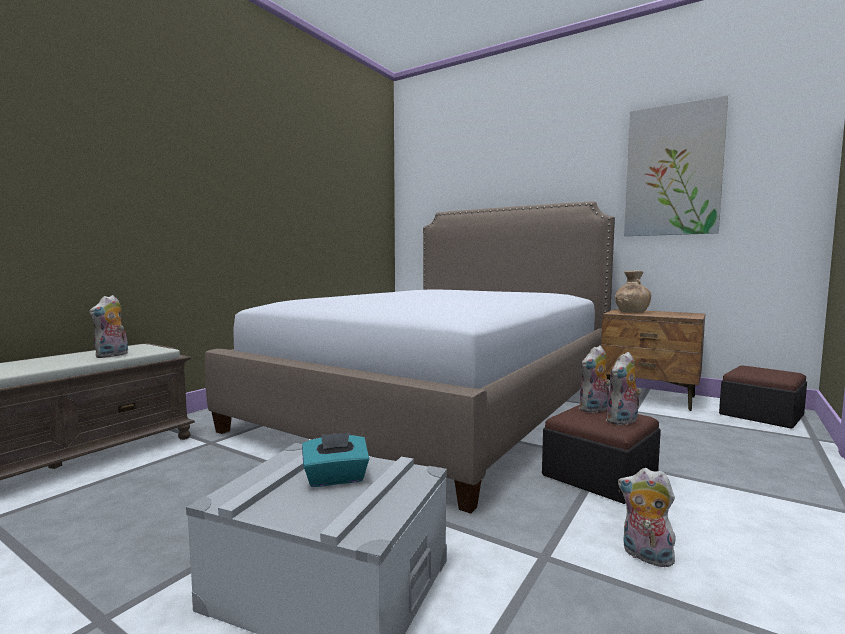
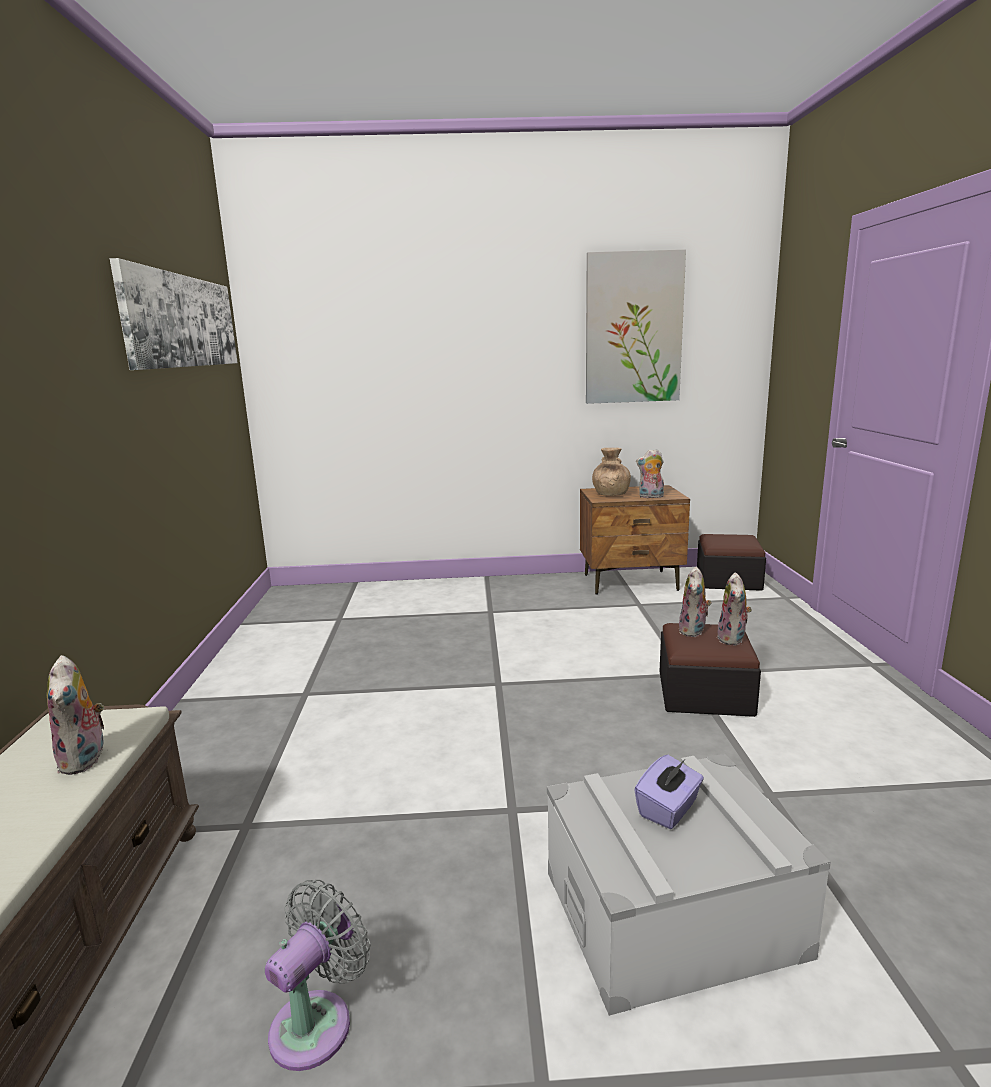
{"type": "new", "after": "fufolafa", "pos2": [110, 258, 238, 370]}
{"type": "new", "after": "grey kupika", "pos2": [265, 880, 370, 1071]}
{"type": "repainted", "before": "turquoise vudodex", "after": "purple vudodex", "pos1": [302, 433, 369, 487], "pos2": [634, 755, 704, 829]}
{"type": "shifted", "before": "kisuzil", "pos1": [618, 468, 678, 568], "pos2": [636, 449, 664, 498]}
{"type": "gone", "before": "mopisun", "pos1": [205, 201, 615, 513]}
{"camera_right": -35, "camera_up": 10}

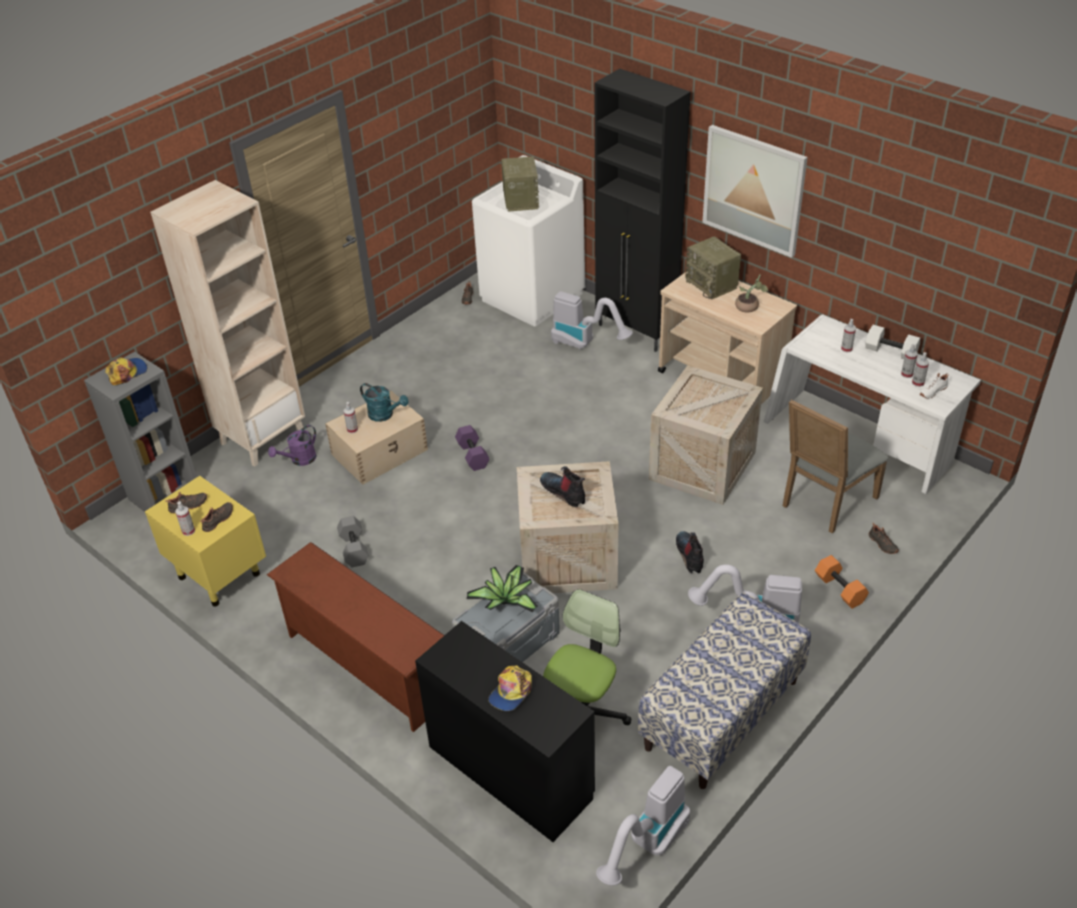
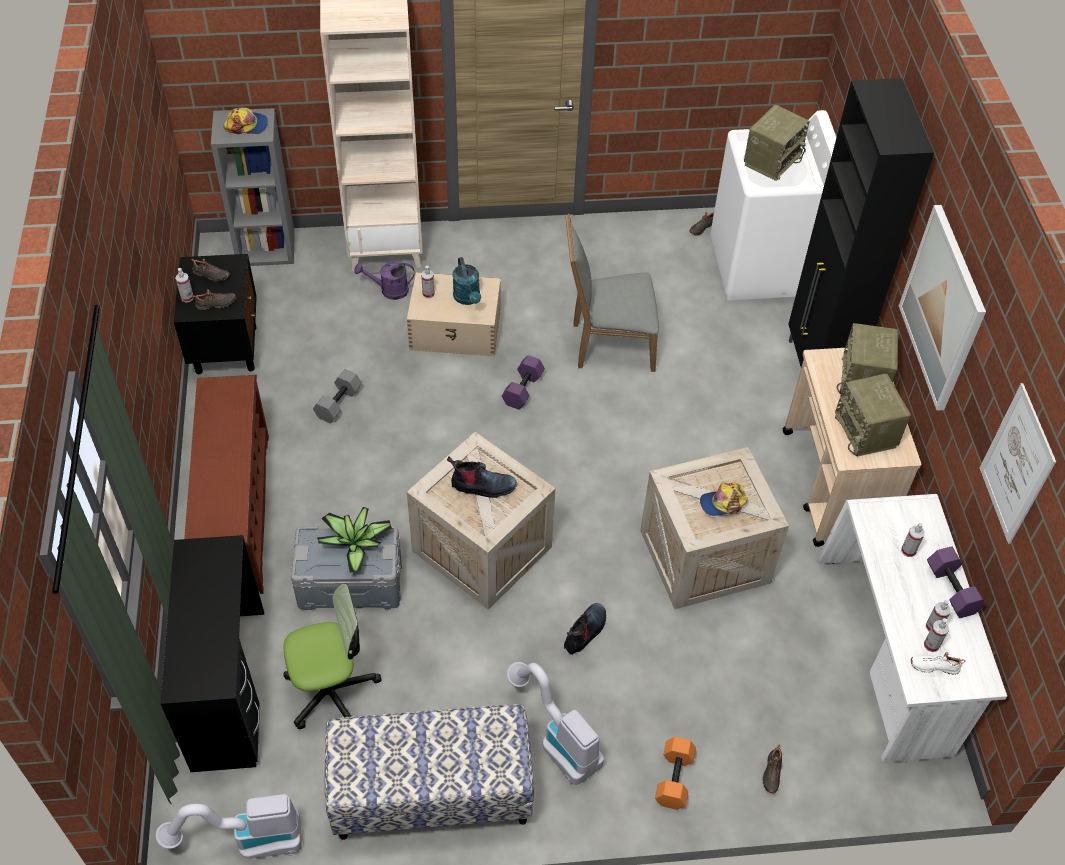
{"type": "repainted", "before": "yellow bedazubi", "after": "black bedazubi", "pos1": [145, 476, 266, 607], "pos2": [174, 254, 257, 374]}
{"type": "rotated", "before": "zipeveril", "pos1": [540, 466, 585, 507], "pos2": [447, 456, 517, 498], "turn": 90}
{"type": "shifted", "before": "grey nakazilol", "pos1": [783, 400, 888, 534], "pos2": [565, 214, 659, 372]}
{"type": "shifted", "before": "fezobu", "pos1": [488, 665, 532, 711], "pos2": [700, 483, 748, 516]}
{"type": "swapped", "before": "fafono", "after": "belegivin", "pos1": [735, 274, 769, 313], "pos2": [835, 374, 911, 457]}
{"type": "repainted", "before": "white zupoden", "after": "purple zupoden", "pos1": [865, 325, 920, 359], "pos2": [927, 546, 985, 618]}
{"type": "new", "after": "fufolafa", "pos2": [980, 383, 1056, 544]}
{"type": "gone", "before": "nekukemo", "pos1": [551, 291, 633, 350]}
{"camera_right": 40, "camera_up": 10}

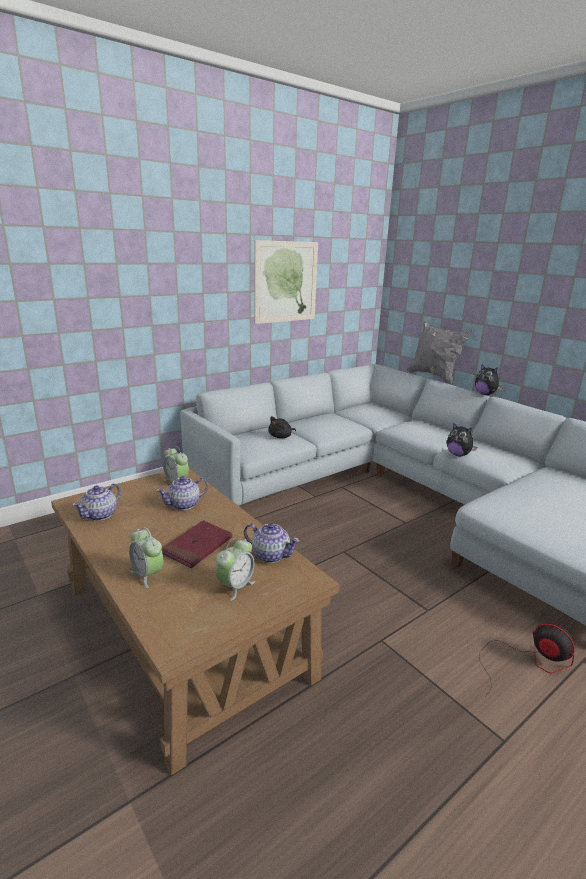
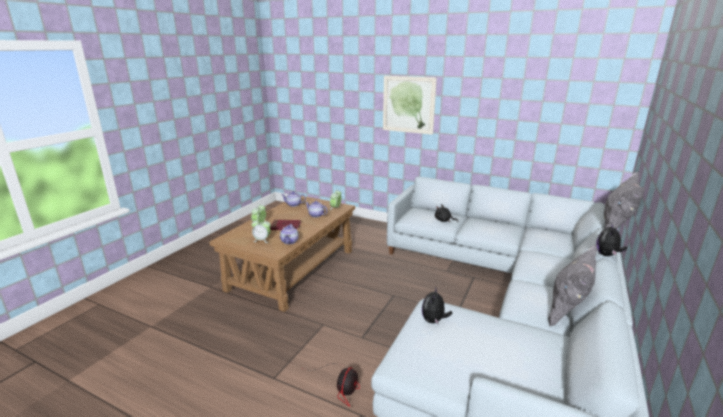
{"type": "shifted", "before": "fufolafa", "pos1": [254, 240, 318, 324], "pos2": [383, 76, 437, 135]}
{"type": "shifted", "before": "kisuzil", "pos1": [447, 423, 477, 456], "pos2": [422, 286, 453, 325]}
{"type": "new", "after": "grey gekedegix", "pos2": [548, 244, 597, 327]}
{"camera_right": 65, "camera_up": 0}

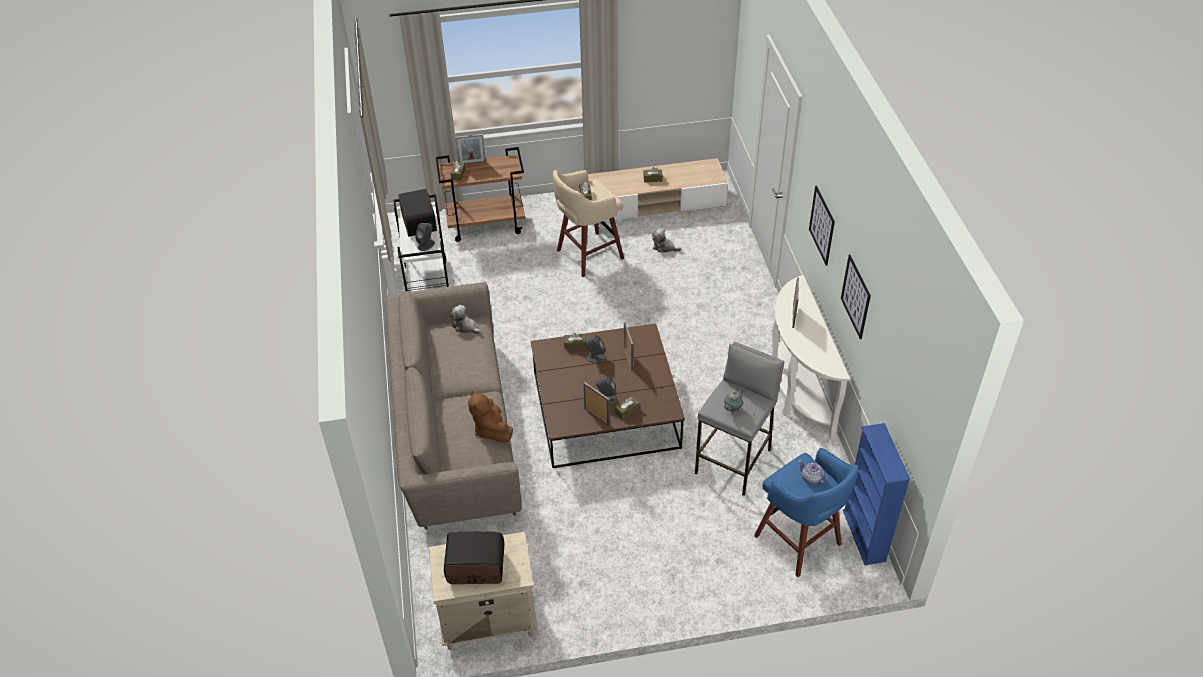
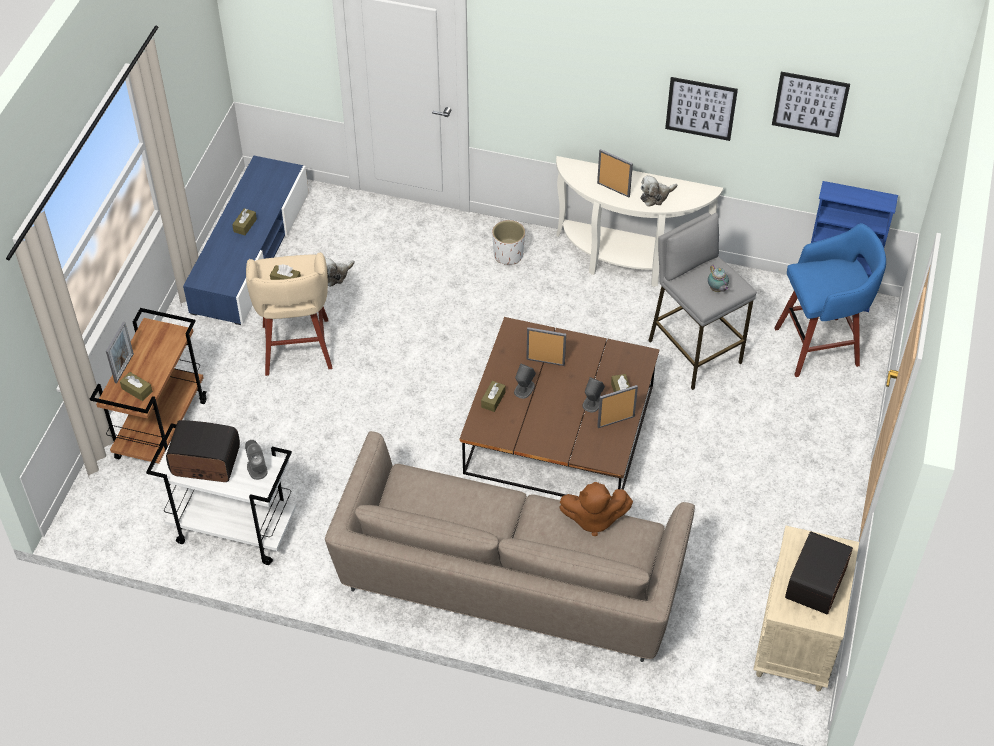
{"type": "repainted", "before": "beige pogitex", "after": "blue pogitex", "pos1": [588, 158, 728, 221], "pos2": [183, 156, 309, 325]}
{"type": "new", "after": "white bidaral", "pos2": [492, 220, 525, 265]}
{"type": "shifted", "before": "kisuzil", "pos1": [450, 305, 481, 334], "pos2": [640, 175, 677, 207]}
{"type": "shifted", "before": "fufolafa", "pos1": [809, 186, 835, 266], "pos2": [772, 72, 850, 137]}
{"type": "gone", "before": "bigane", "pos1": [798, 460, 829, 484]}
{"camera_right": -65, "camera_up": 5}

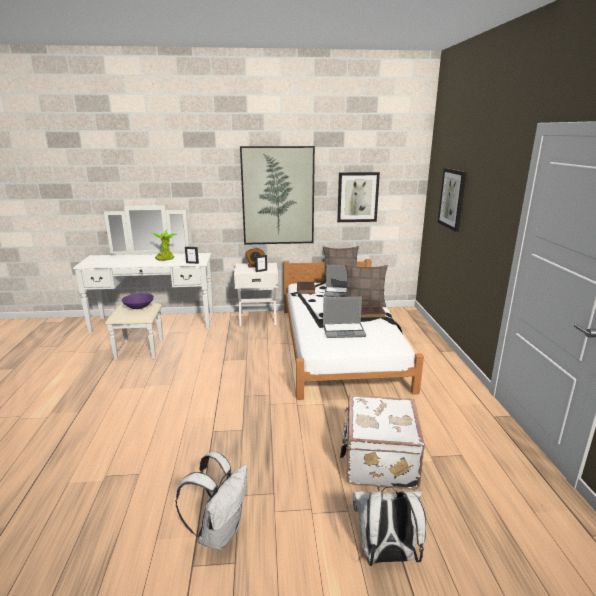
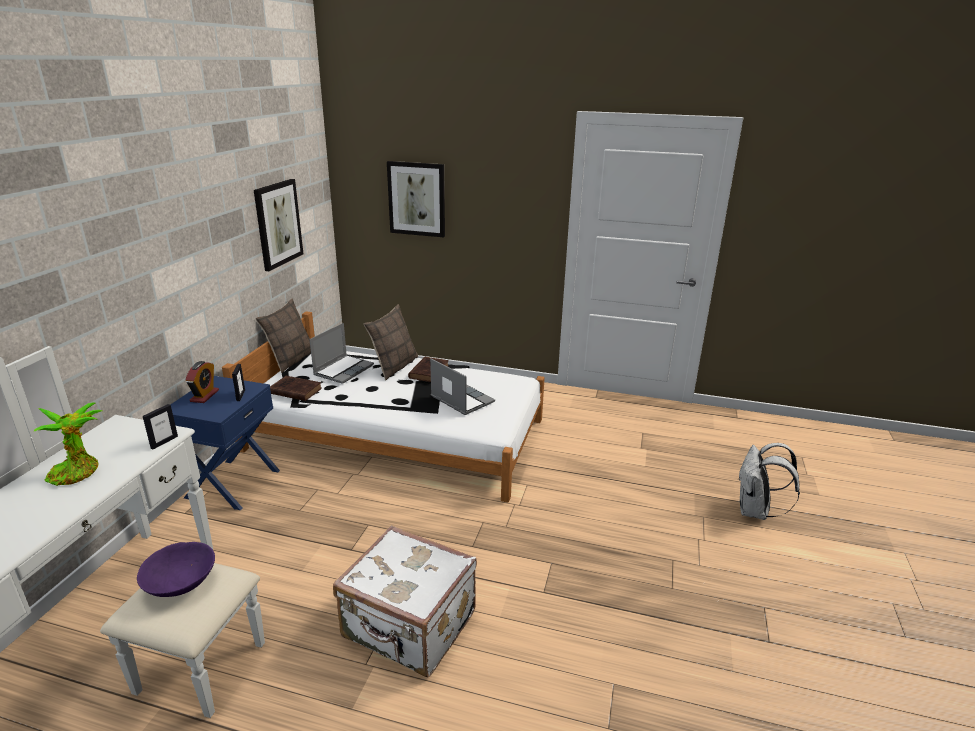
{"type": "repainted", "before": "white bedazubi", "after": "blue bedazubi", "pos1": [234, 263, 278, 326], "pos2": [171, 376, 280, 510]}
{"type": "shifted", "before": "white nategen", "pos1": [340, 395, 425, 490], "pos2": [333, 525, 477, 677]}
{"type": "rotated", "before": "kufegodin", "pos1": [323, 297, 366, 338], "pos2": [430, 358, 495, 415], "turn": -60}
{"type": "gone", "before": "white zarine", "pos1": [175, 451, 247, 551]}
{"type": "gone", "before": "fufolafa", "pos1": [240, 146, 315, 245]}
{"camera_right": -70, "camera_up": 5}

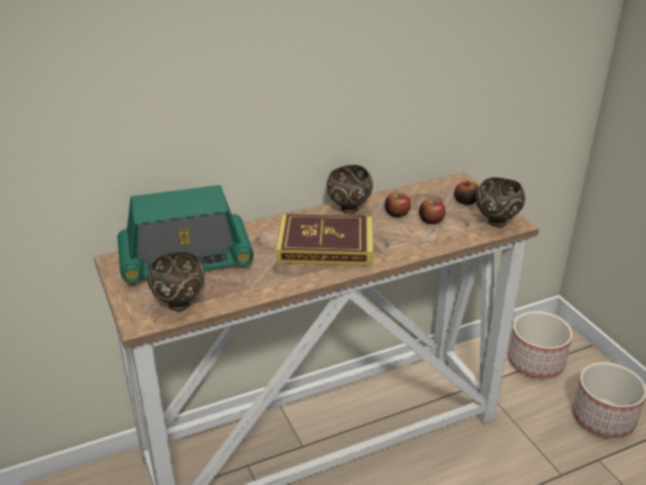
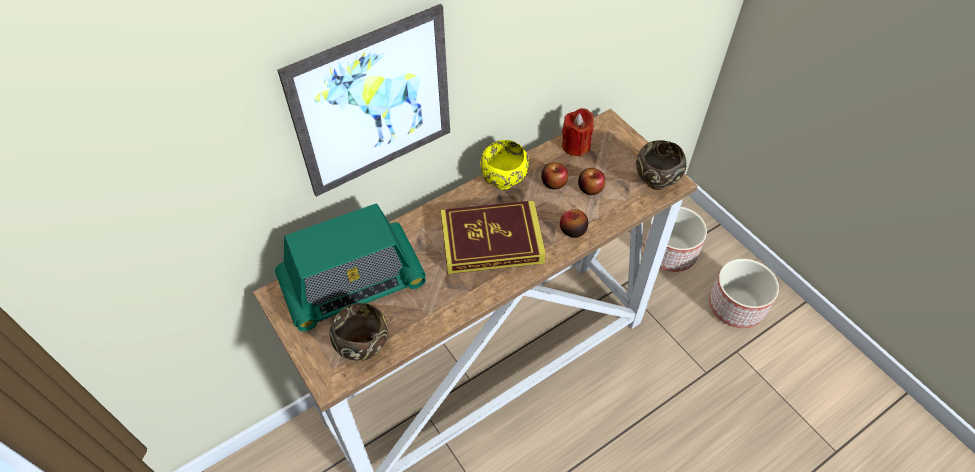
{"type": "new", "after": "fufolafa", "pos2": [277, 4, 450, 197]}
{"type": "repainted", "before": "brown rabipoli", "after": "yellow rabipoli", "pos1": [326, 165, 373, 214], "pos2": [480, 140, 529, 190]}
{"type": "shifted", "before": "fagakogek", "pos1": [454, 181, 479, 205], "pos2": [560, 209, 588, 238]}
{"type": "new", "after": "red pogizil", "pos2": [562, 108, 594, 157]}
{"camera_right": -10, "camera_up": 20}

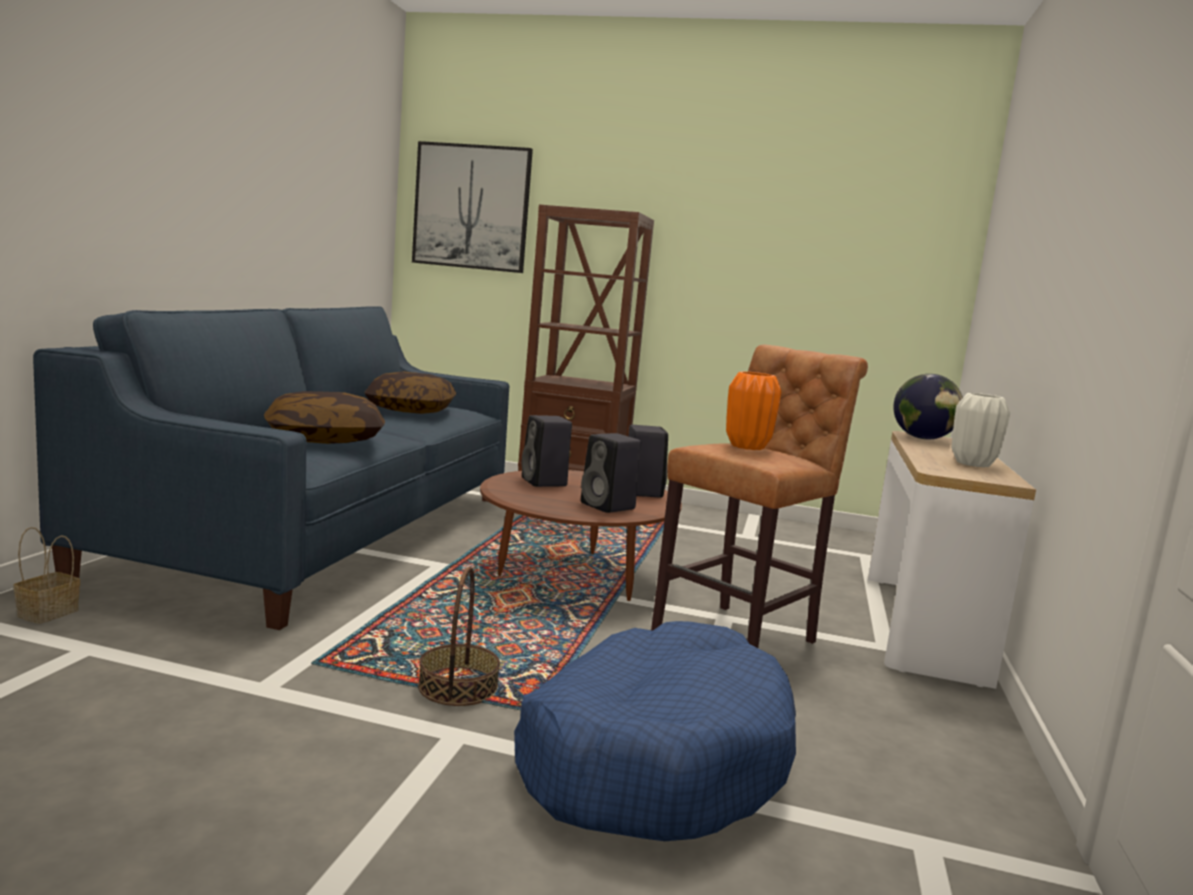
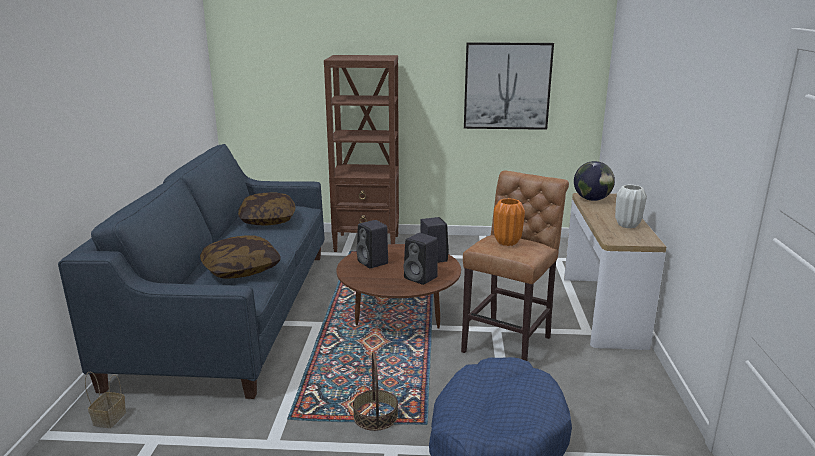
{"type": "shifted", "before": "fufolafa", "pos1": [412, 141, 533, 273], "pos2": [464, 42, 554, 130]}
{"camera_right": -10, "camera_up": 10}

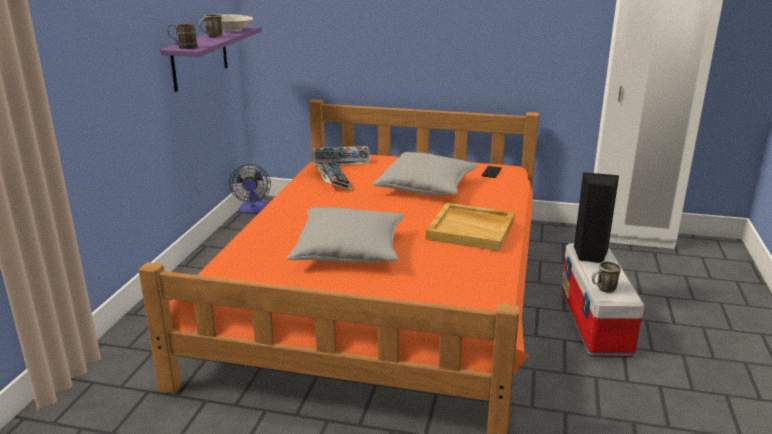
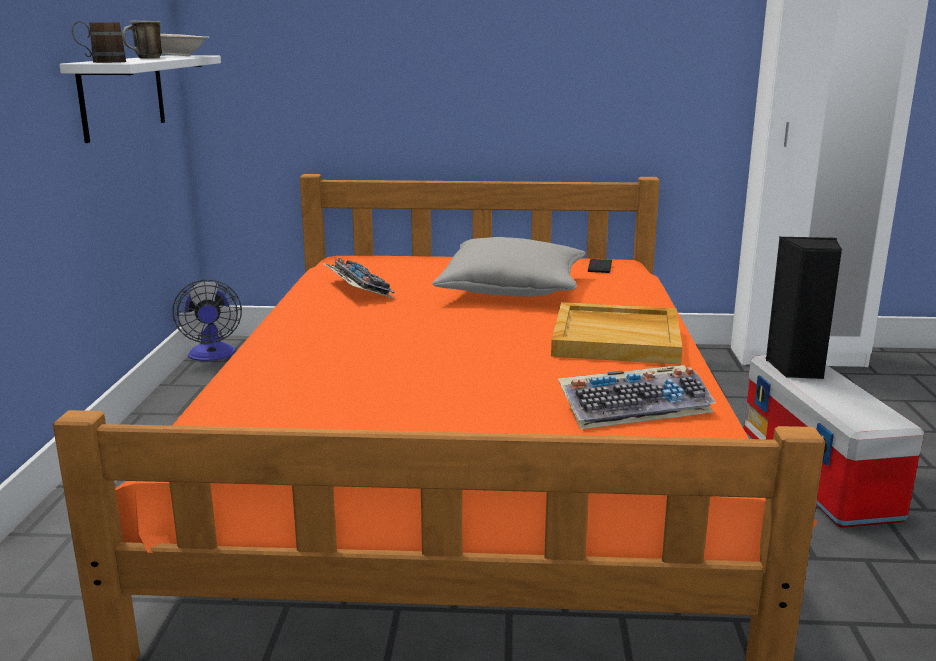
{"type": "repainted", "before": "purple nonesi", "after": "white nonesi", "pos1": [160, 27, 262, 92], "pos2": [59, 56, 221, 143]}
{"type": "shifted", "before": "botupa", "pos1": [313, 146, 370, 166], "pos2": [558, 365, 716, 429]}
{"type": "gone", "before": "grey gekedegix", "pos1": [287, 207, 405, 263]}
{"type": "gone", "before": "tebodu", "pos1": [592, 261, 621, 293]}
{"camera_right": -10, "camera_up": -5}

